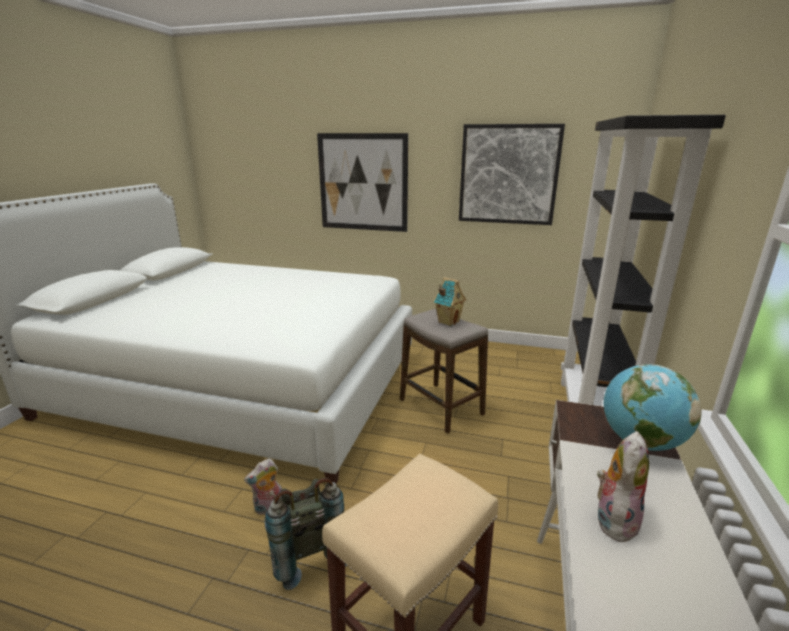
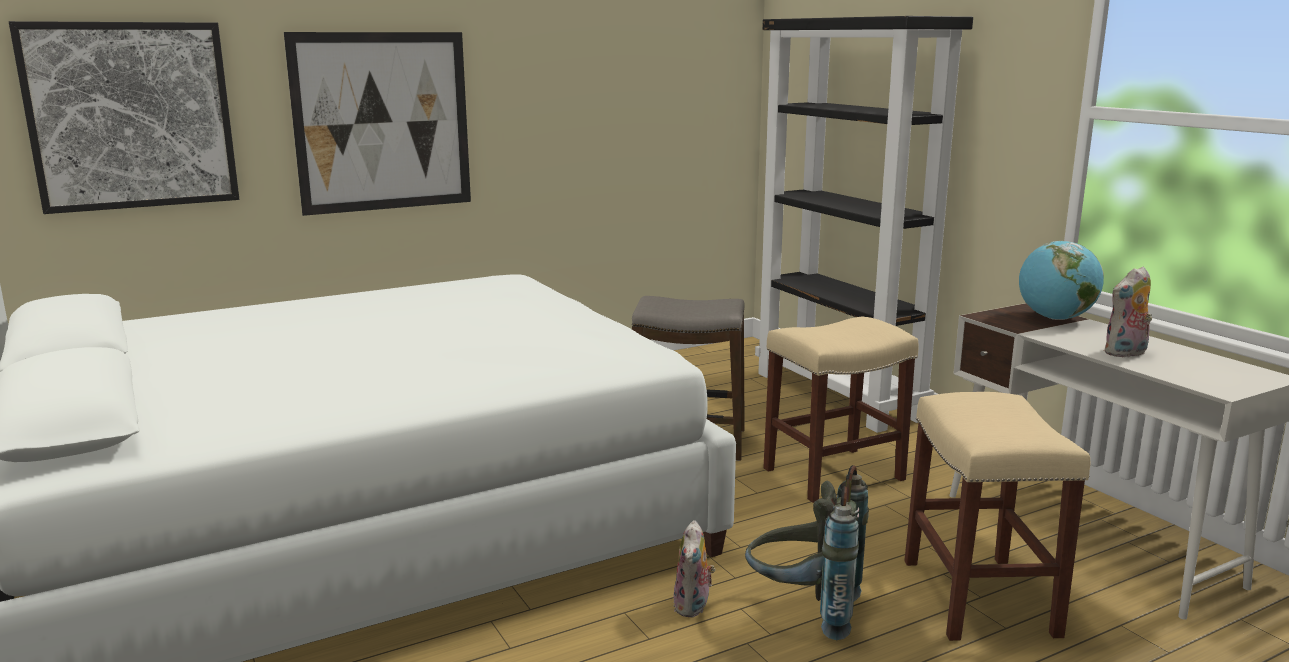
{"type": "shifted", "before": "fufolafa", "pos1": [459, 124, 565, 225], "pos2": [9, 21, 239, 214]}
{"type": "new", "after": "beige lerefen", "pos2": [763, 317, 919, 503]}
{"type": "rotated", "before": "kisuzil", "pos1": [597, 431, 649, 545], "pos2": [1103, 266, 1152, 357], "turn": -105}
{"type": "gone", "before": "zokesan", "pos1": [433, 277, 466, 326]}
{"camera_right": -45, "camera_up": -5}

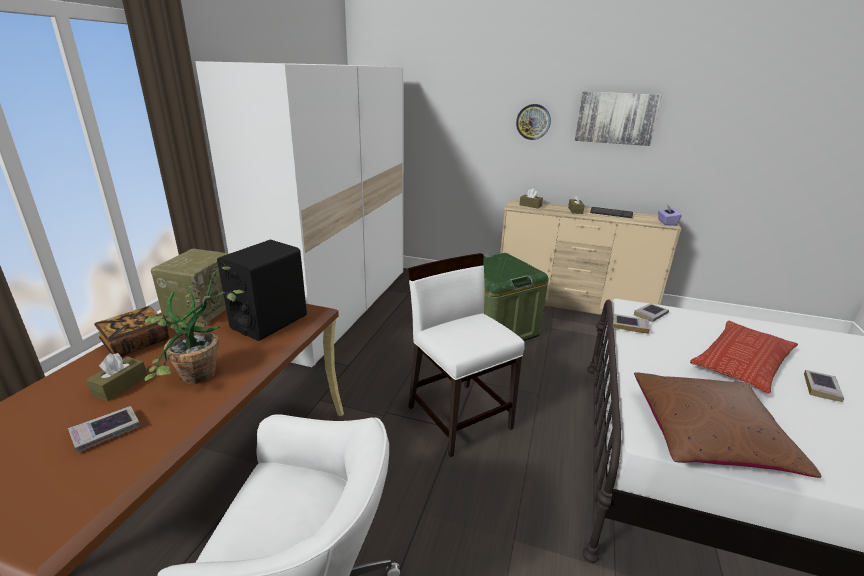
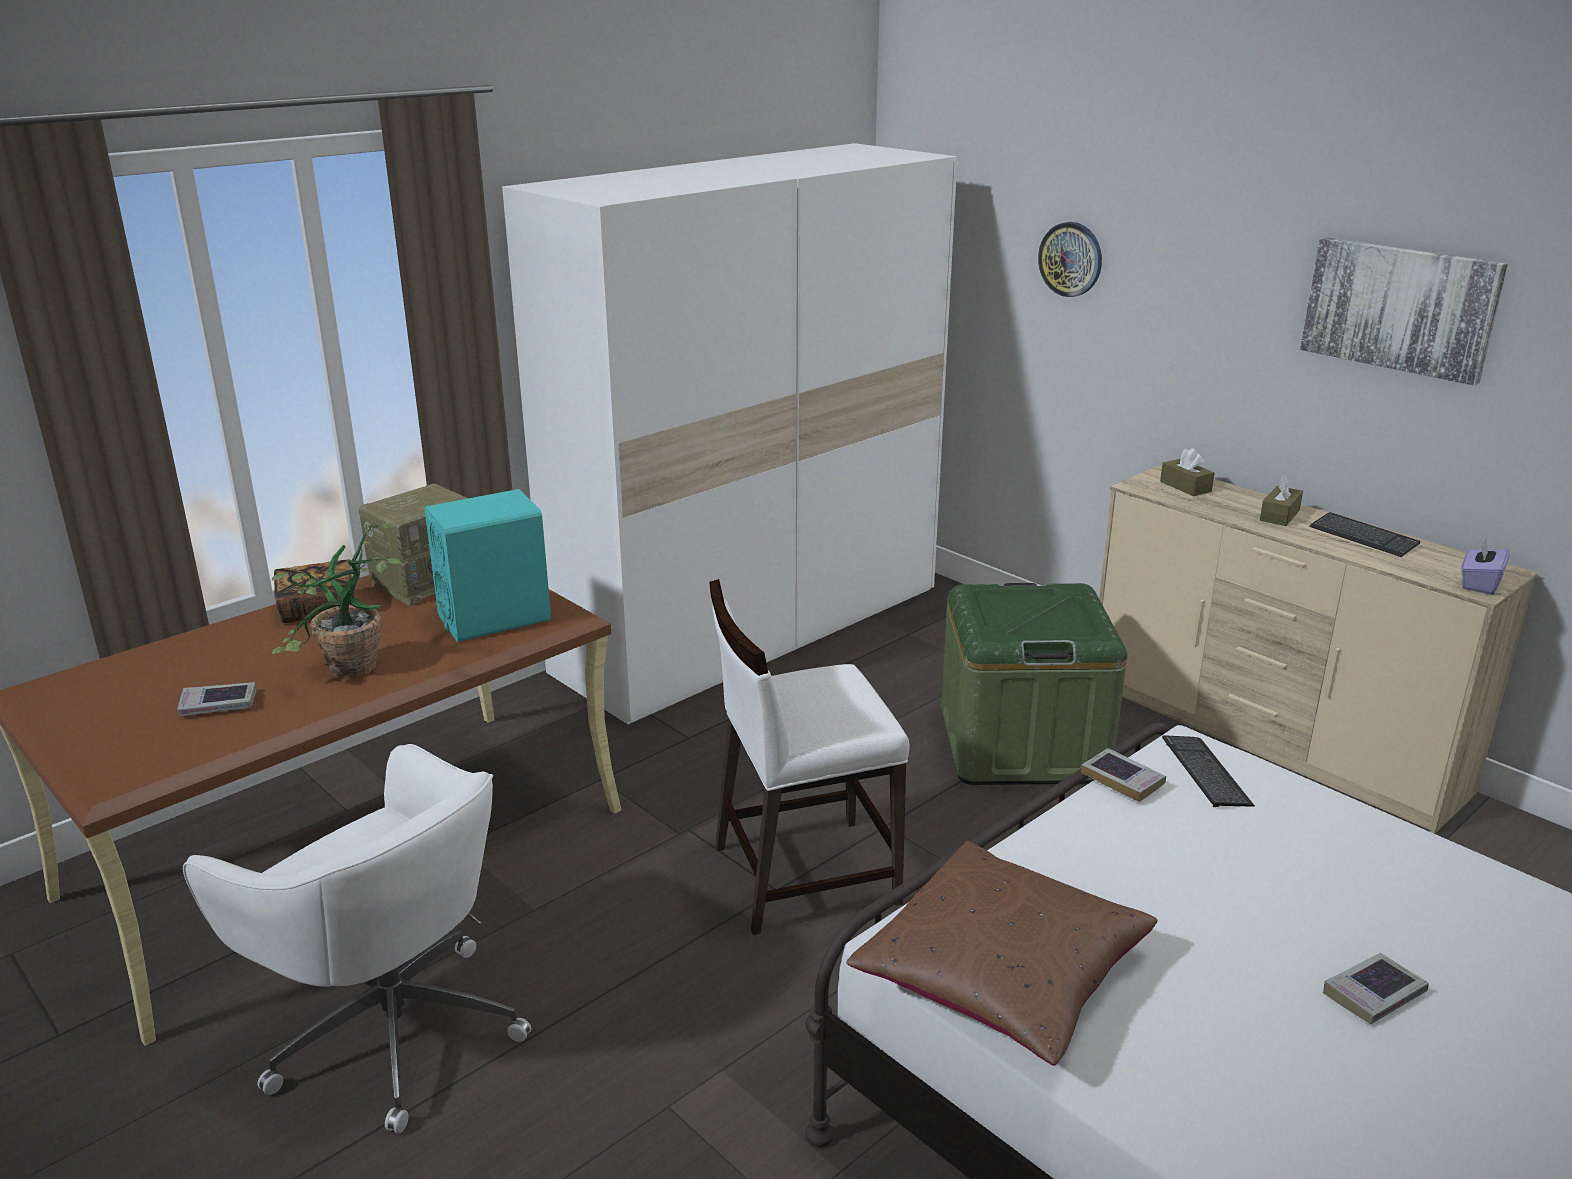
{"type": "repainted", "before": "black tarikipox", "after": "turquoise tarikipox", "pos1": [217, 239, 307, 341], "pos2": [425, 489, 551, 642]}
{"type": "rotated", "before": "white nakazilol", "pos1": [408, 253, 525, 457], "pos2": [709, 579, 910, 935], "turn": -105}
{"type": "shifted", "before": "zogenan", "pos1": [516, 104, 551, 140], "pos2": [1038, 222, 1102, 297]}
{"type": "swapped", "before": "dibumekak", "after": "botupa", "pos1": [634, 303, 669, 322], "pos2": [1162, 735, 1255, 807]}
{"type": "gone", "before": "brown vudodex", "pos1": [86, 353, 147, 401]}
{"type": "gone", "before": "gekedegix", "pos1": [690, 321, 798, 394]}
{"camera_right": 30, "camera_up": 0}

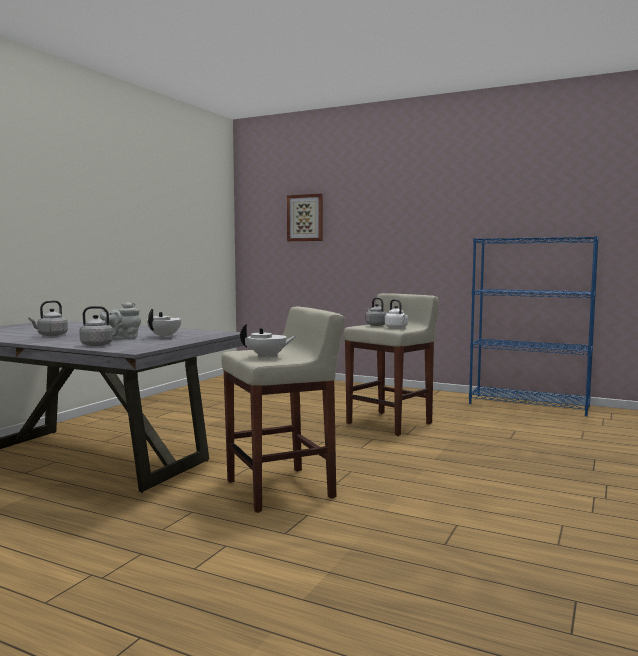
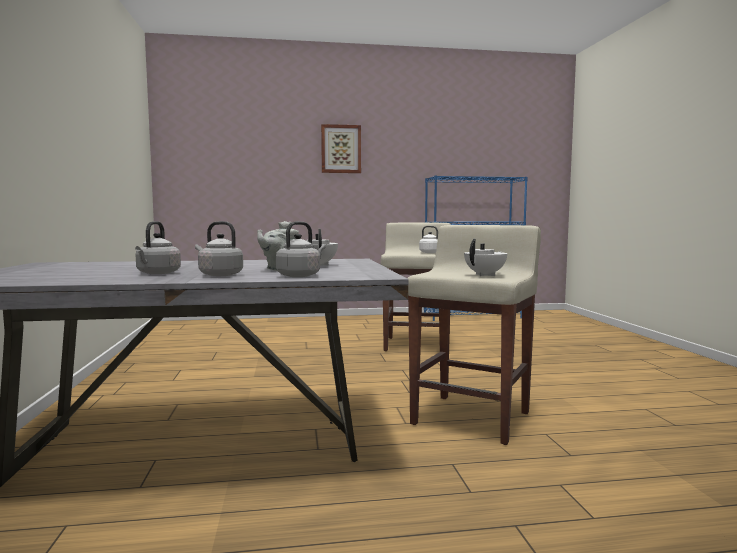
{"type": "shifted", "before": "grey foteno", "pos1": [366, 298, 388, 326], "pos2": [195, 221, 243, 276]}
{"type": "shifted", "before": "fufolafa", "pos1": [287, 194, 323, 241], "pos2": [321, 124, 361, 173]}
{"camera_right": -35, "camera_up": 0}

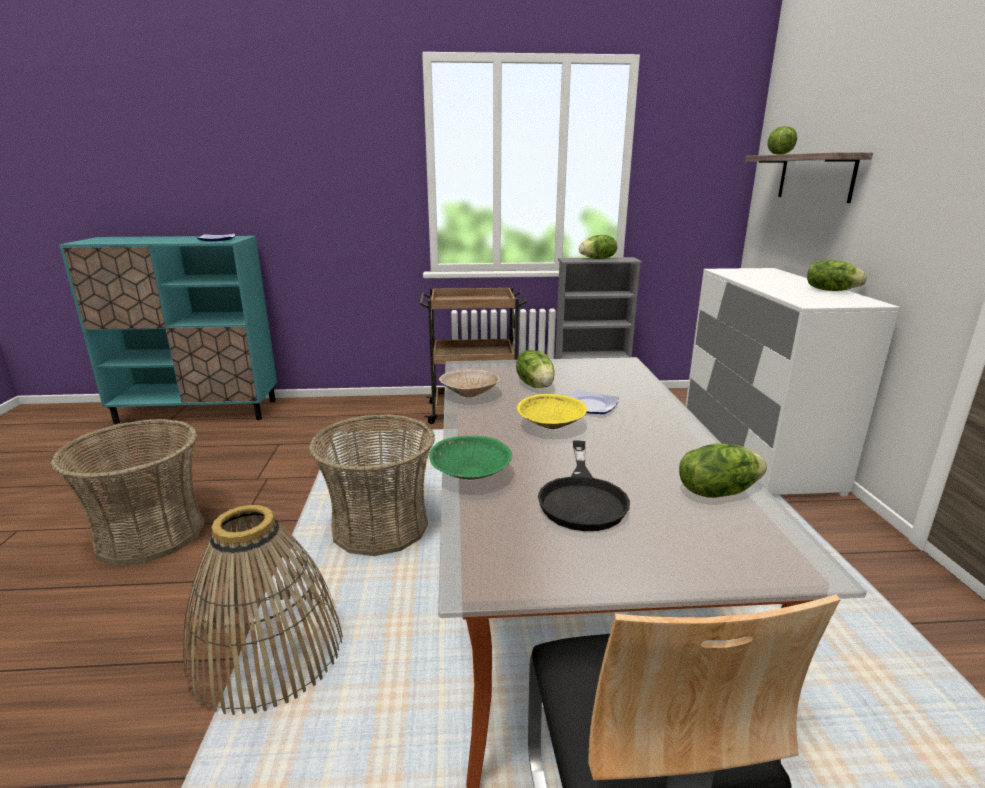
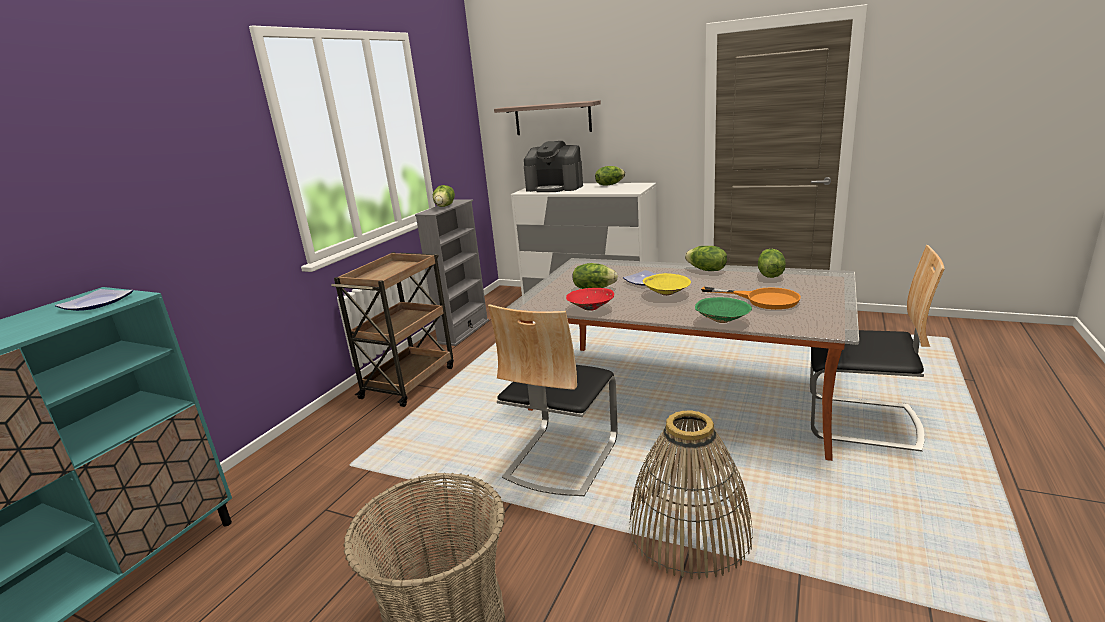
{"type": "swapped", "before": "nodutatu", "after": "nakazilol", "pos1": [309, 414, 435, 556], "pos2": [488, 304, 618, 496]}
{"type": "new", "after": "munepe", "pos2": [524, 141, 583, 192]}
{"type": "repainted", "before": "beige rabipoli", "after": "red rabipoli", "pos1": [439, 369, 501, 398], "pos2": [566, 288, 614, 311]}
{"type": "shifted", "before": "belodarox", "pos1": [767, 126, 797, 155], "pos2": [685, 246, 727, 271]}
{"type": "repainted", "before": "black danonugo", "after": "orange danonugo", "pos1": [538, 441, 630, 531], "pos2": [701, 287, 801, 310]}
{"camera_right": -60, "camera_up": 0}

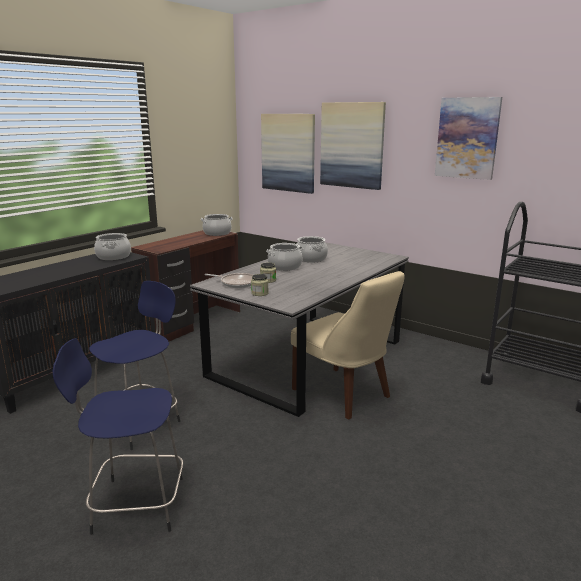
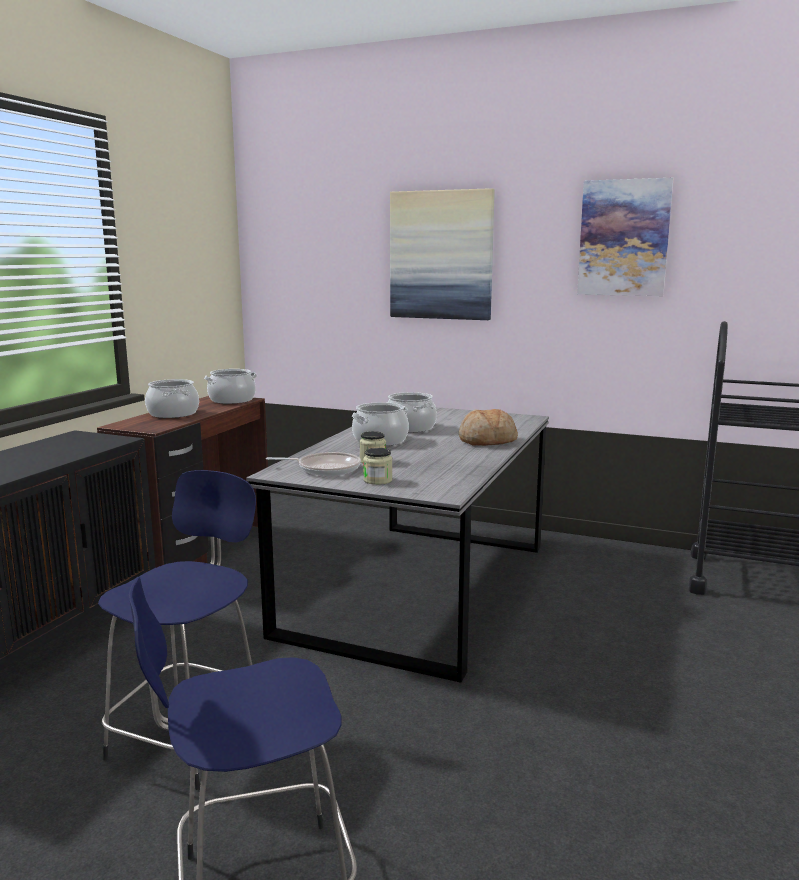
{"type": "shifted", "before": "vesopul", "pos1": [94, 233, 131, 260], "pos2": [145, 379, 199, 418]}
{"type": "new", "after": "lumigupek", "pos2": [459, 409, 518, 446]}
{"type": "gone", "before": "fufolafa", "pos1": [261, 114, 315, 194]}
{"type": "gone", "before": "beige nakazilol", "pos1": [291, 271, 405, 420]}
{"camera_right": -15, "camera_up": -5}

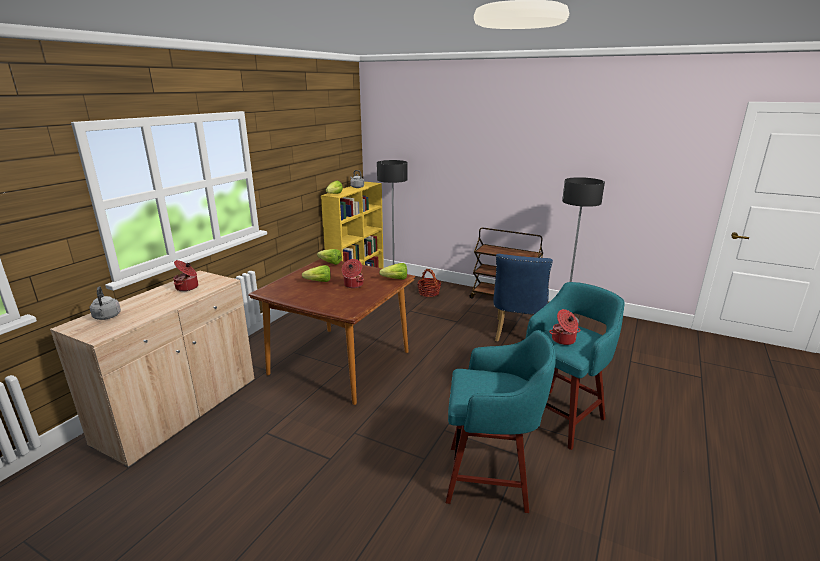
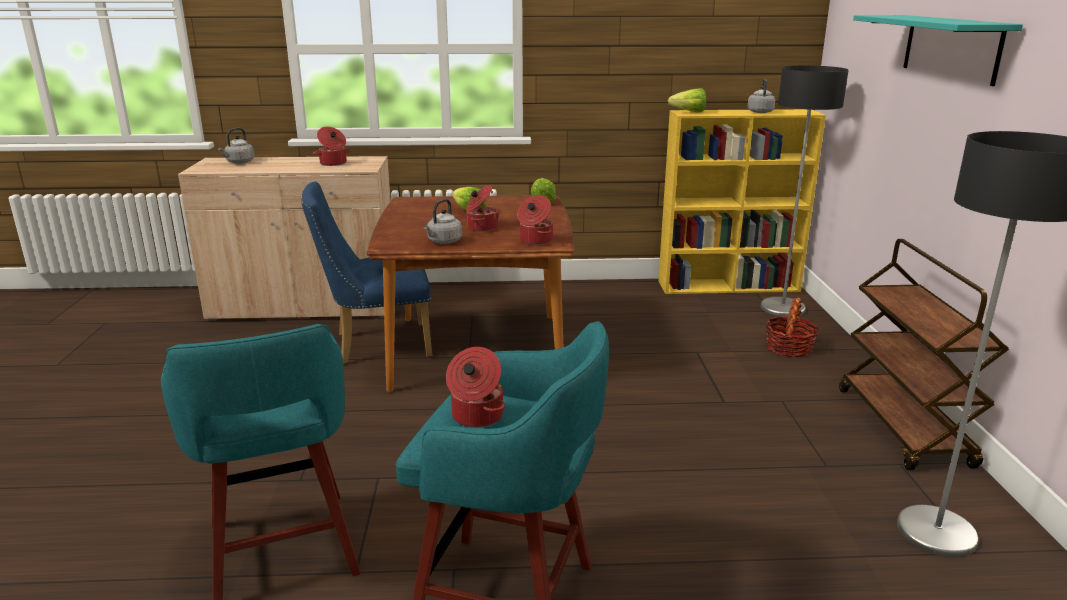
{"type": "shifted", "before": "blue nakazilol", "pos1": [493, 254, 553, 342], "pos2": [301, 181, 432, 364]}
{"type": "new", "after": "grey foteno", "pos2": [423, 199, 462, 244]}
{"type": "swapped", "before": "belodarox", "after": "vesopul", "pos1": [379, 263, 407, 280], "pos2": [518, 195, 553, 245]}
{"type": "new", "after": "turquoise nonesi", "pos2": [853, 15, 1023, 86]}
{"camera_right": 60, "camera_up": 0}

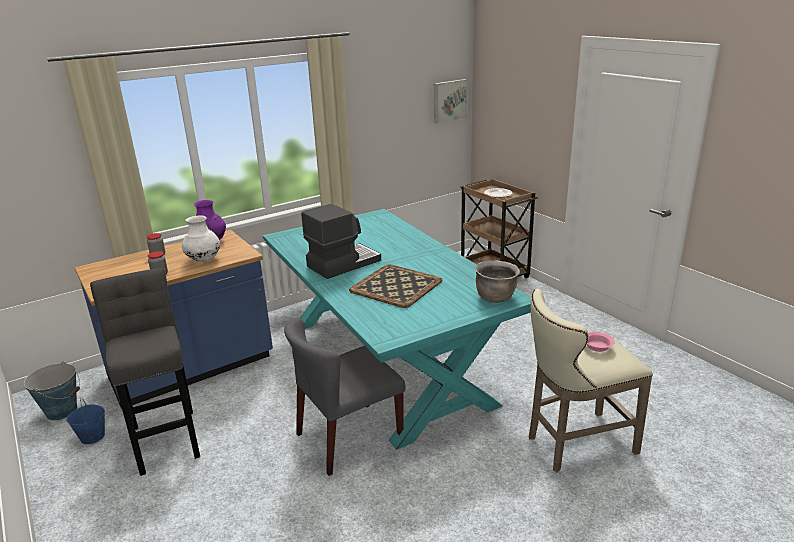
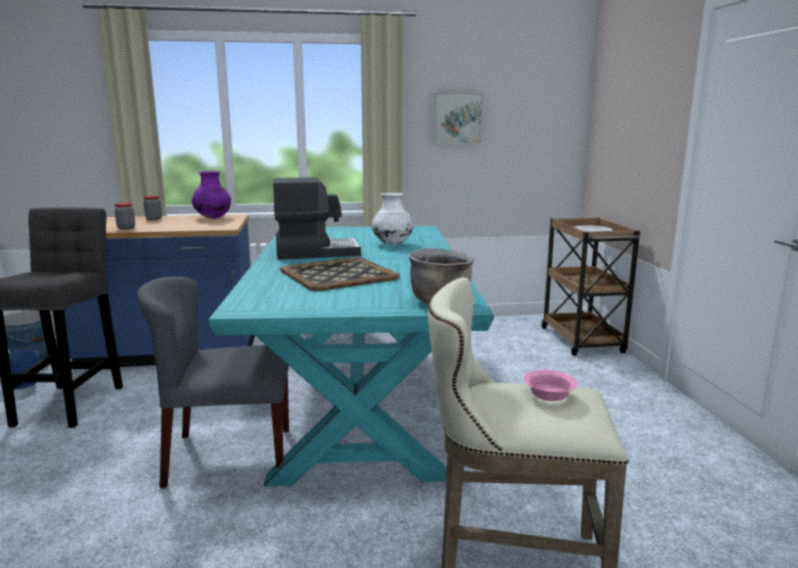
{"type": "shifted", "before": "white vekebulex", "pos1": [182, 216, 220, 262], "pos2": [372, 193, 413, 245]}
{"type": "shifted", "before": "fufolafa", "pos1": [434, 79, 467, 124], "pos2": [433, 93, 483, 144]}
{"camera_right": 25, "camera_up": -10}

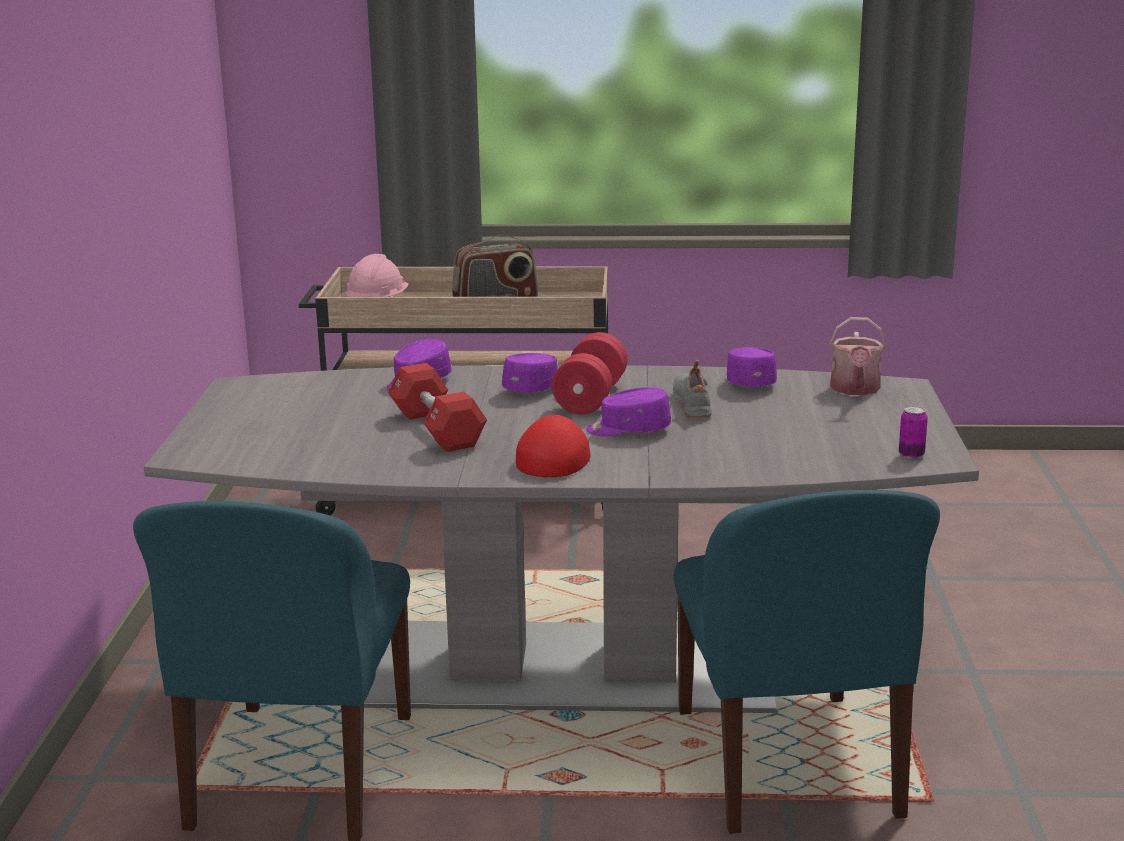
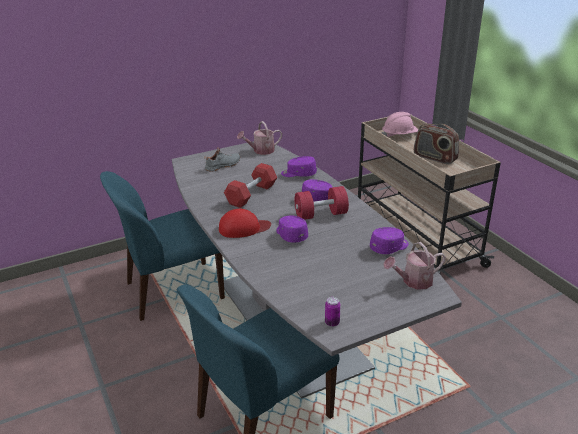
{"type": "shifted", "before": "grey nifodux", "pos1": [673, 360, 712, 418], "pos2": [204, 148, 240, 172]}
{"type": "new", "after": "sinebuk", "pos2": [237, 121, 282, 155]}
{"camera_right": 60, "camera_up": 10}

